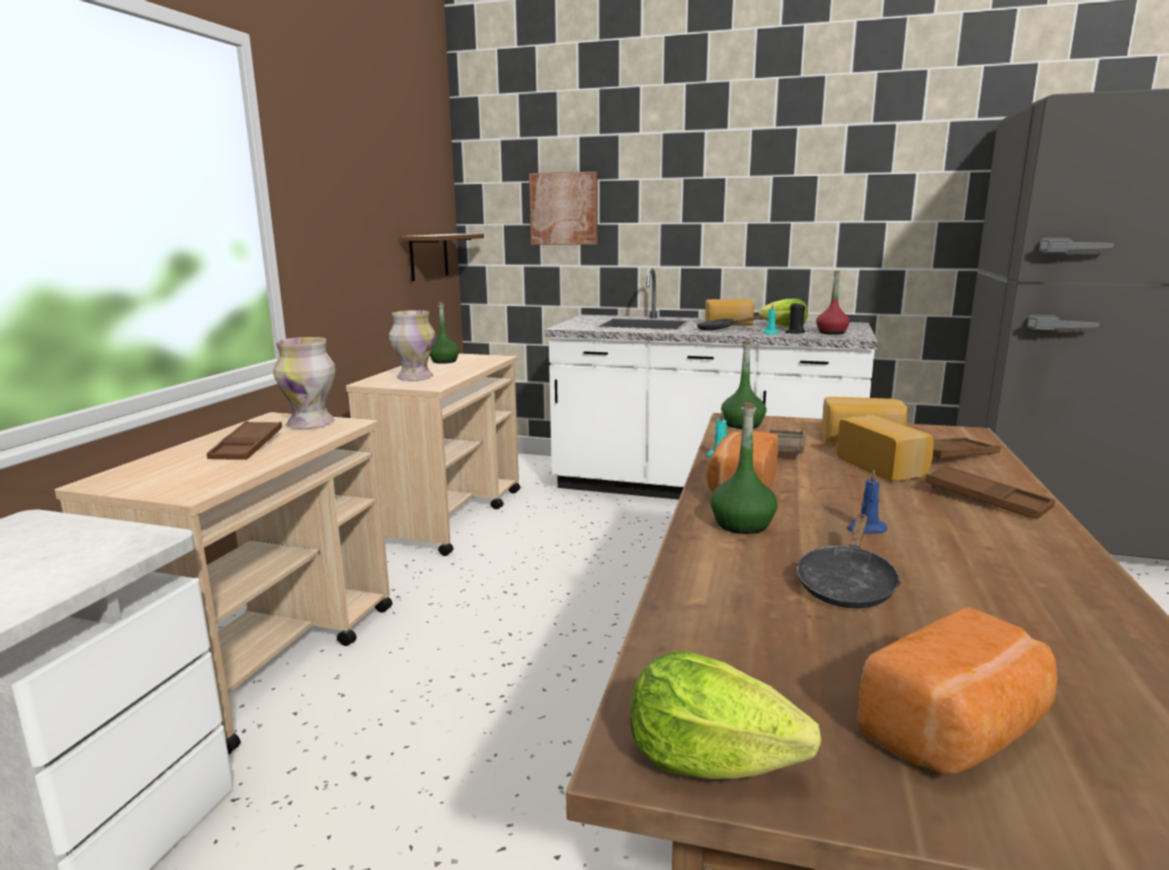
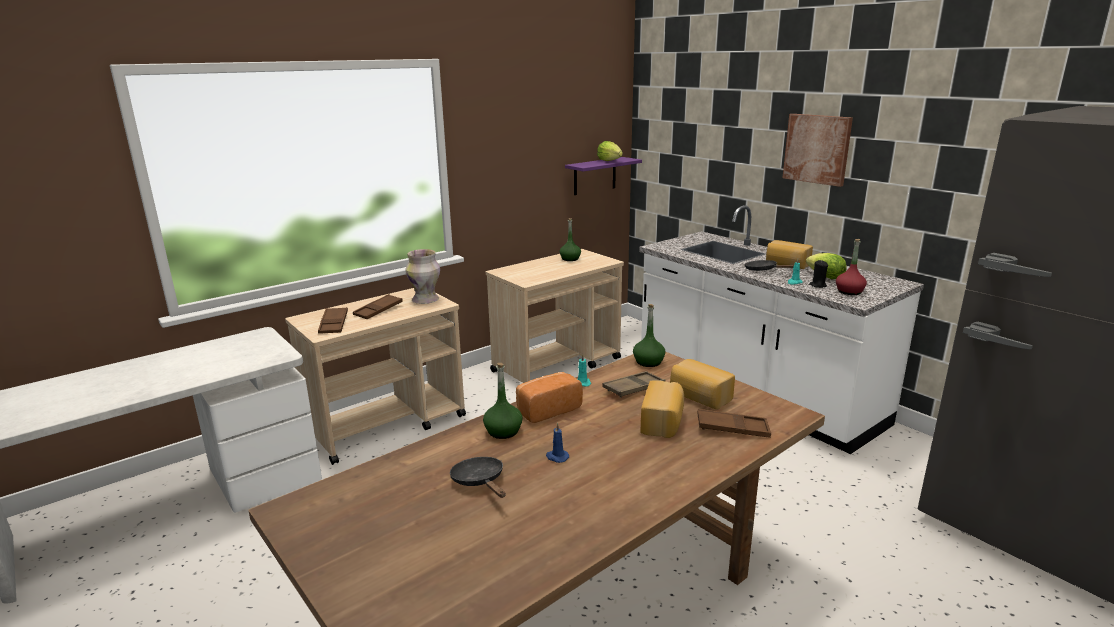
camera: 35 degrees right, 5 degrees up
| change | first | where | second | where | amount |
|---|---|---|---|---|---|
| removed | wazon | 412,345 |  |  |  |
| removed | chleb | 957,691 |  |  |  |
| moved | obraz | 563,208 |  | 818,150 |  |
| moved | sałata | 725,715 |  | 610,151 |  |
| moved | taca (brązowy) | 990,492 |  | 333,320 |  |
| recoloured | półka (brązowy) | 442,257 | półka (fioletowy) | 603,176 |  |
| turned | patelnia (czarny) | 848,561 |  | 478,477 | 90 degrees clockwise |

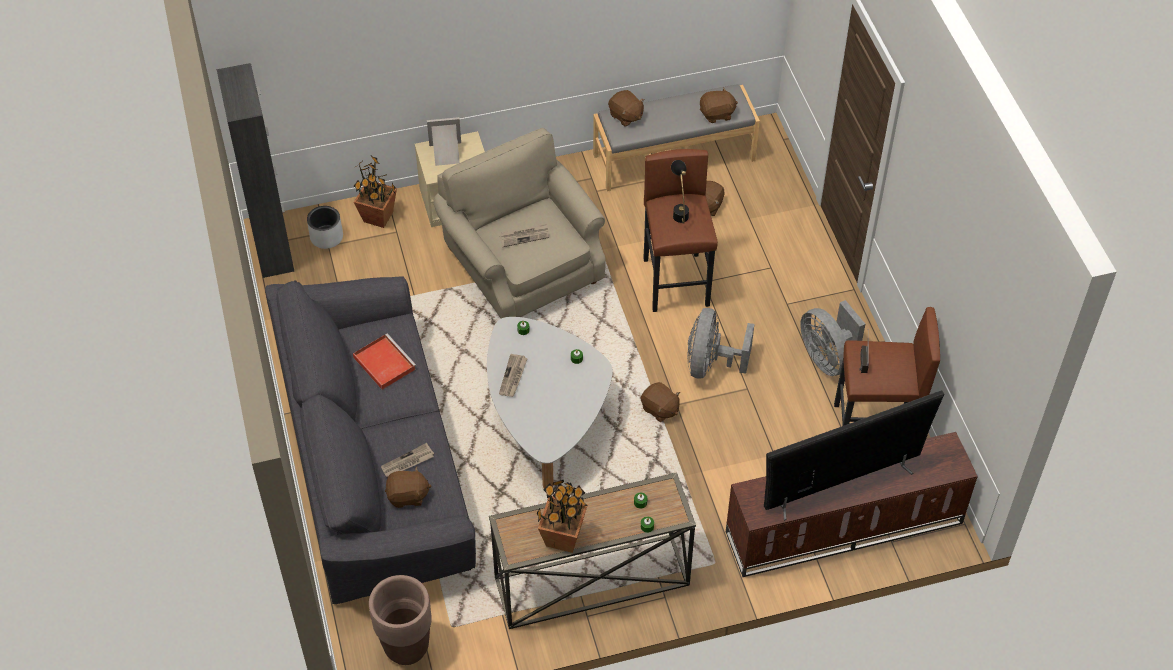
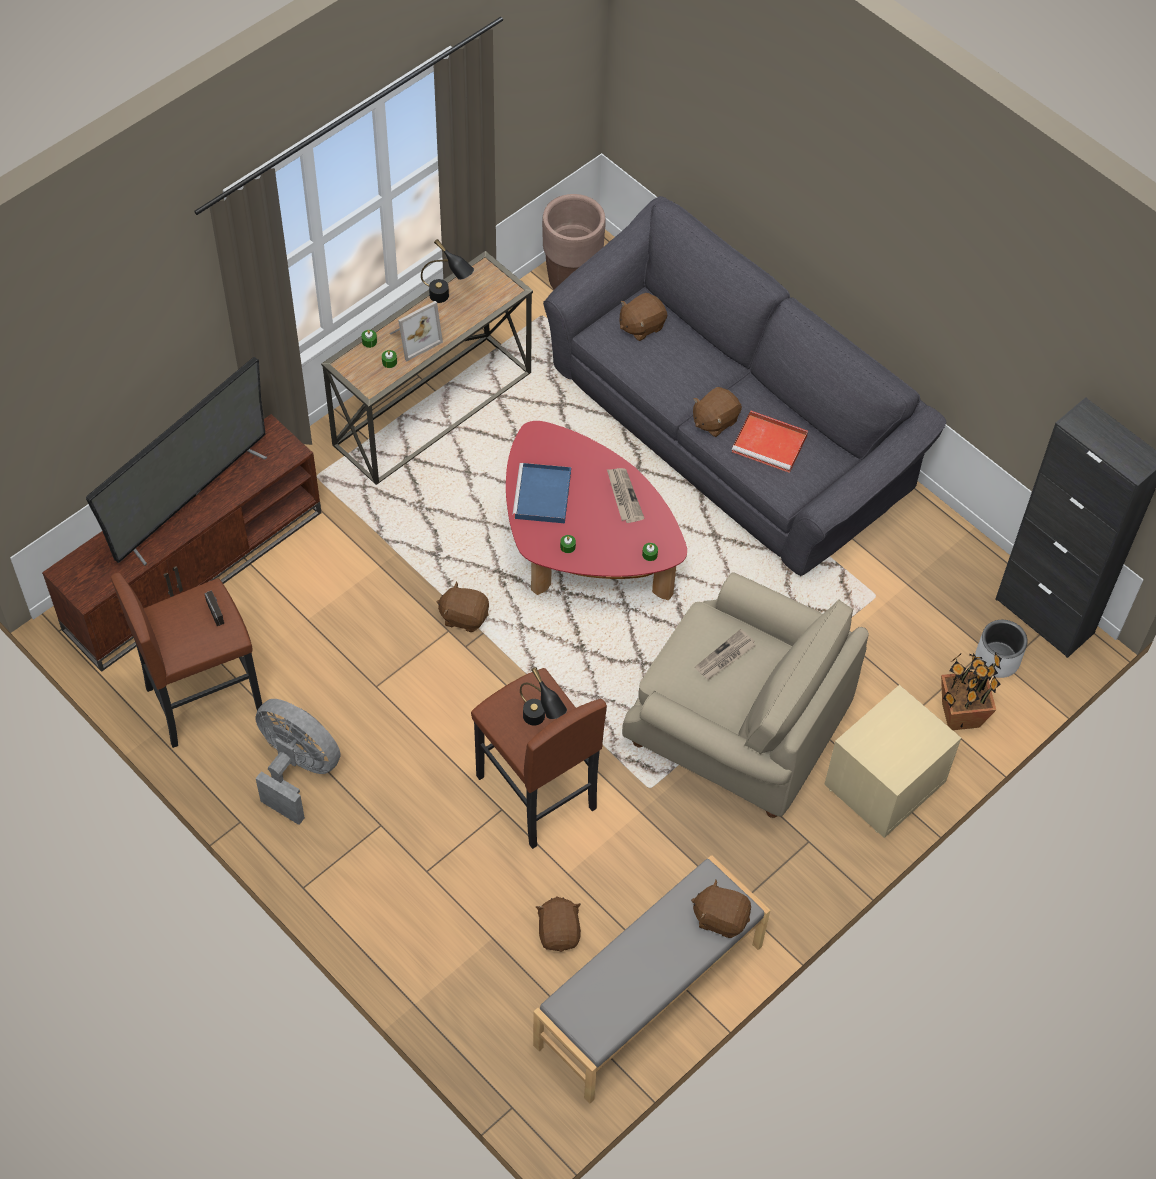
camera: 150 degrees right, 5 degrees up
| change | first | where | second | where | amount |
|---|---|---|---|---|---|
| removed | gazeta | 407,460 |  |  |  |
| removed | wentylator (szary) | 721,343 |  |  |  |
| added |  |  | taca (niebieski) | 541,493 |  |
| moved | ramka na zdjęcie | 444,141 |  | 416,331 |  |
| moved | pluszak (brązowy) | 719,105 |  | 717,412 |  |
| replaced | roślina doniczkowa | 562,516 | lampa stołowa (czarny) | 447,271 |  |
| recoloured | ława (biały) | 550,403 | ława (czerwony) | 596,510 |  |

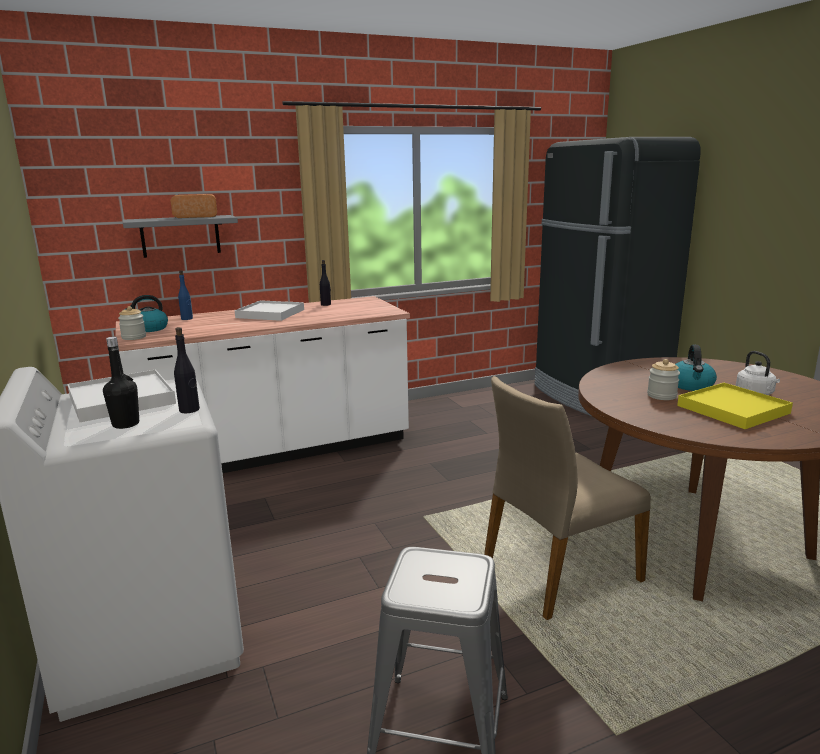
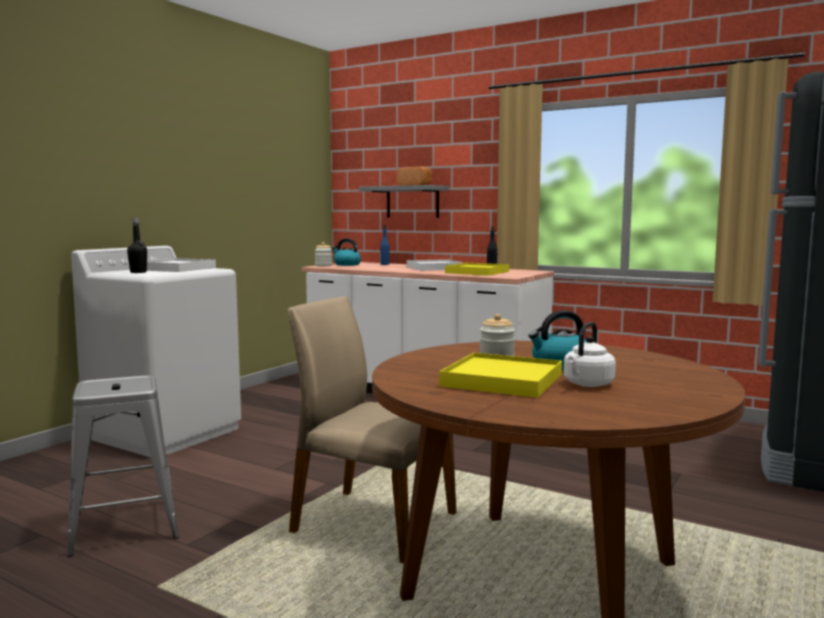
camera: 55 degrees right, 10 degrees down
| change | first | where | second | where | amount |
|---|---|---|---|---|---|
| removed | butelka (czarny) | 187,370 |  |  |  |
| added |  |  | taca (żółty) | 477,269 |  |

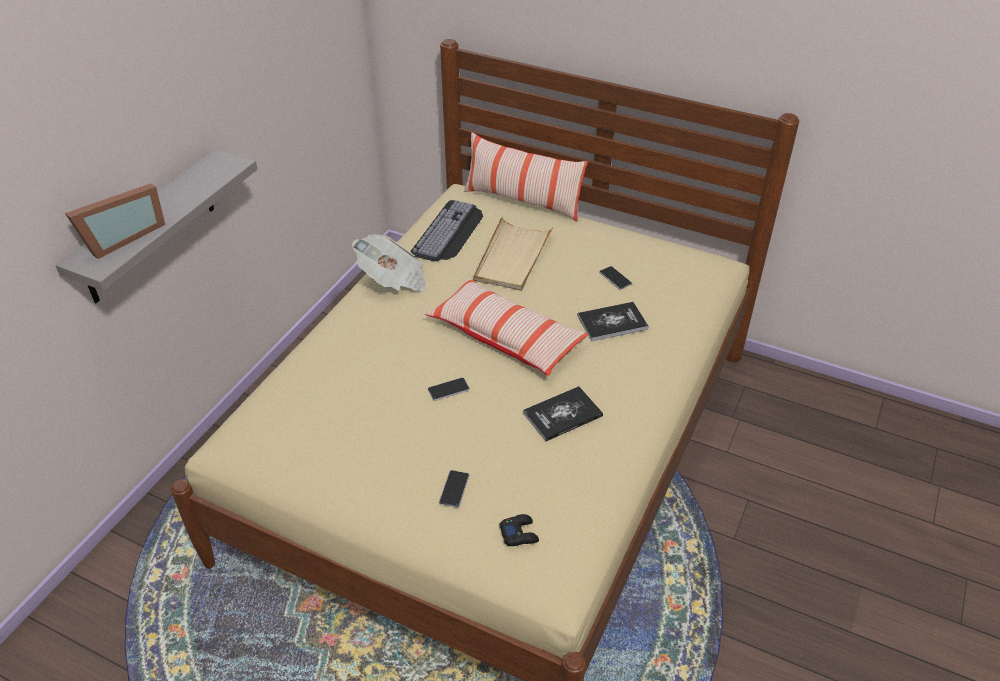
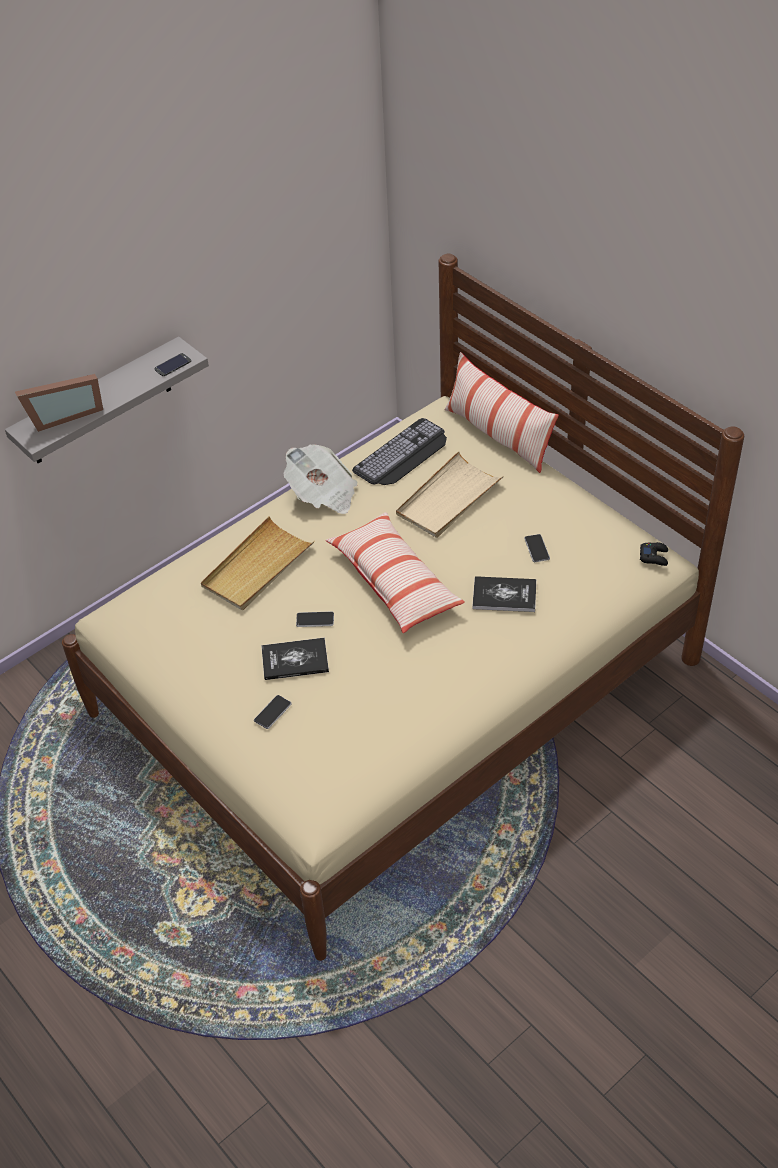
camera: 25 degrees right, 5 degrees up
| change | first | where | second | where | amount |
|---|---|---|---|---|---|
| added |  |  | telefon | 173,364 |  |
| added |  |  | taca (beżowy) | 258,563 |  |
| moved | pad do gier (czarny) | 519,530 |  | 654,554 |  |
| moved | książka | 563,414 |  | 295,658 |  |

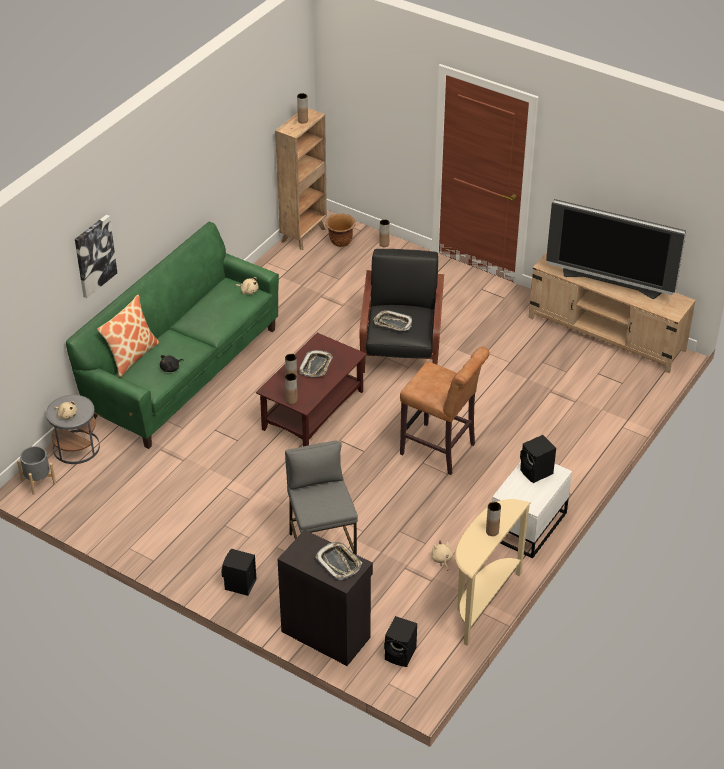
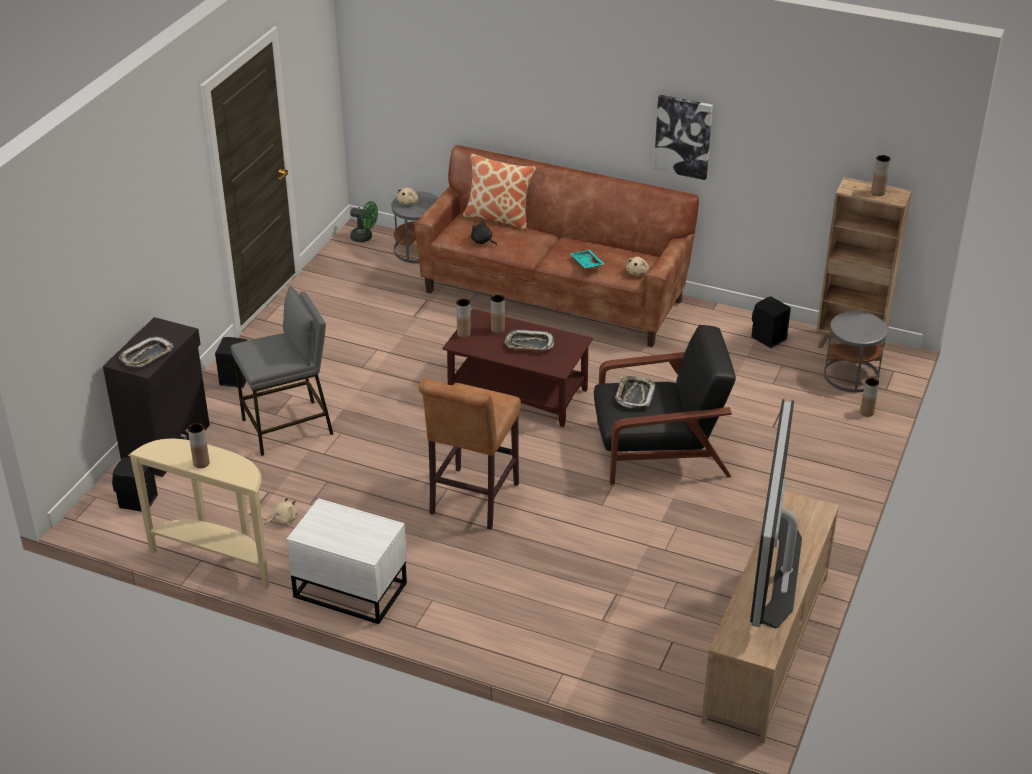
camera: 80 degrees right, 5 degrees down
| change | first | where | second | where | amount |
|---|---|---|---|---|---|
| added |  |  | taca (turkusowy) | 587,259 |  |
| moved | obraz | 96,256 |  | 683,137 |  |
| moved | głośnik (czarny) | 538,459 |  | 771,322 |  |
| replaced | donica (szary) | 36,470 | wentylator (zielony) | 364,221 |  |
| replaced | donica (brązowy) | 341,230 | stolik (szary) | 856,352 |  |
| recoloured | kanapa (zielony) | 172,335 | kanapa (brązowy) | 556,246 |  |

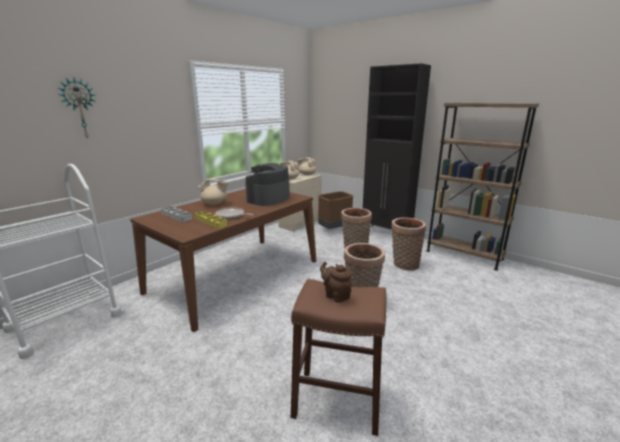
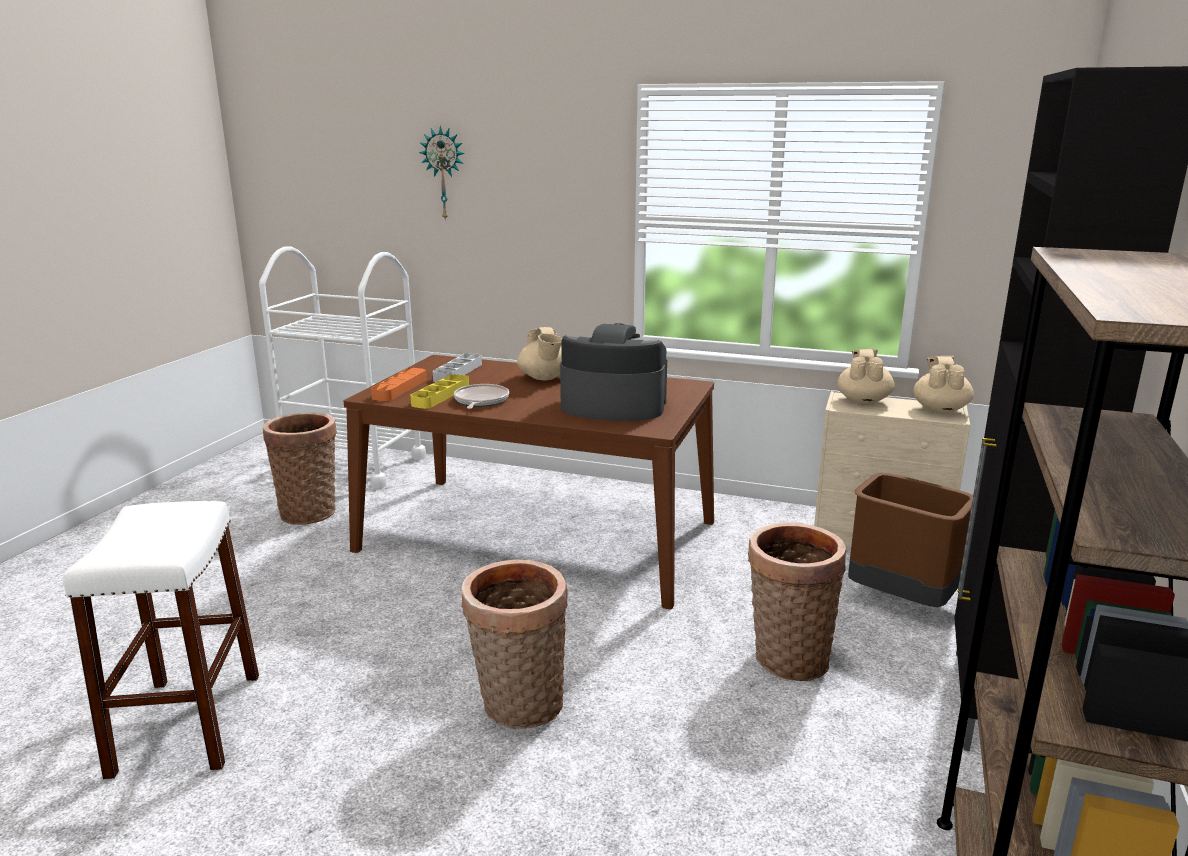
camera: 70 degrees right, 0 degrees up
| change | first | where | second | where | amount |
|---|---|---|---|---|---|
| removed | imbryk (brązowy) | 336,282 |  |  |  |
| added |  |  | taca (pomarańczowy) | 399,384 |  |
| moved | koszyk | 408,244 |  | 300,469 |  |
| recoloured | stołek (brązowy) | 338,357 | stołek (biały) | 161,640 |  |

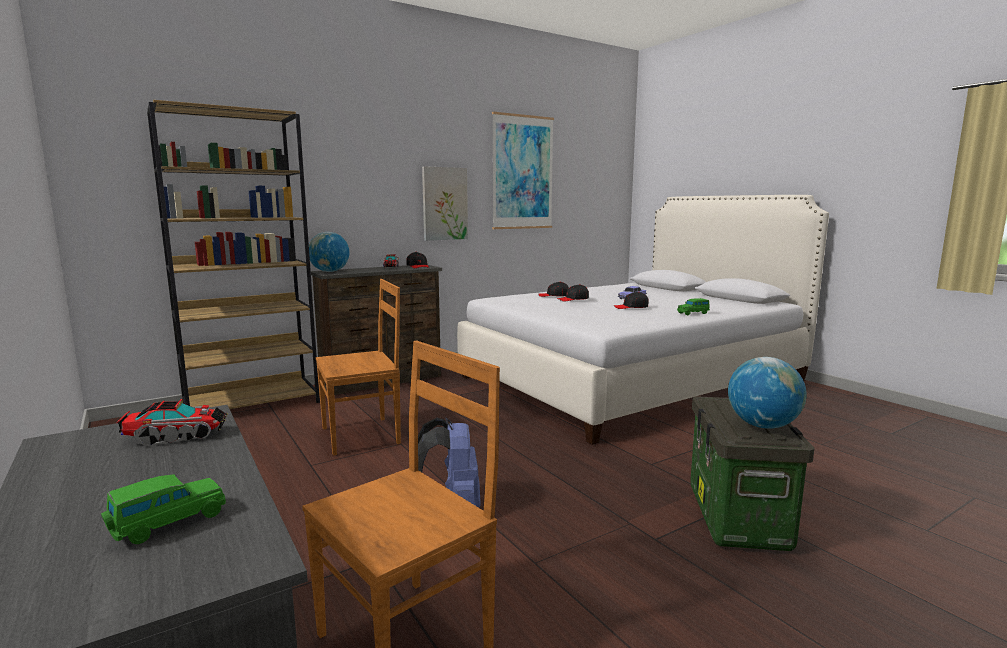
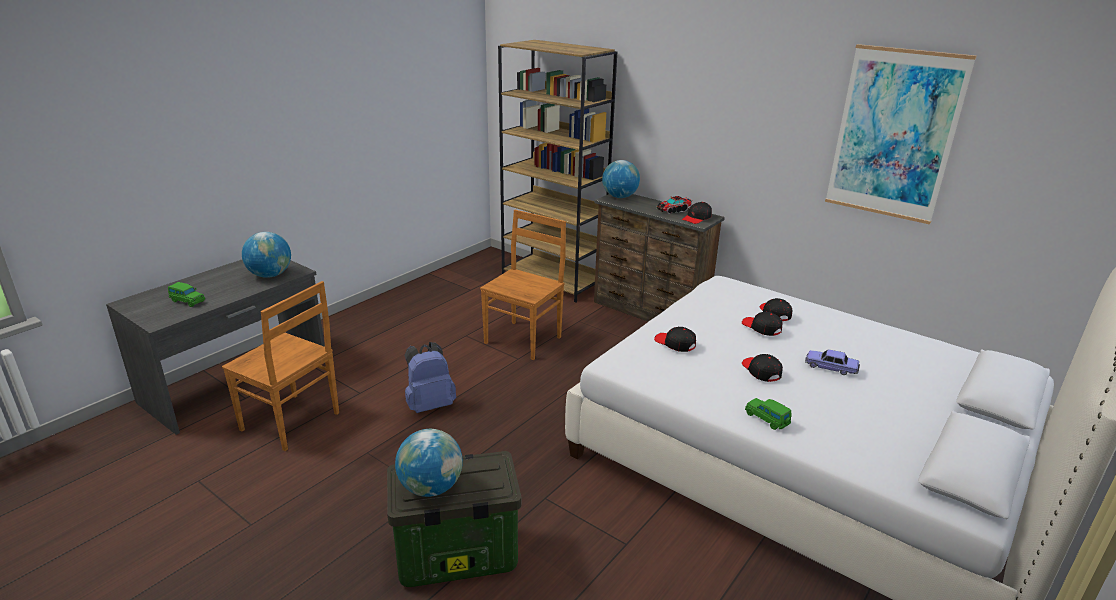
camera: 70 degrees right, 15 degrees up
| change | first | where | second | where | amount |
|---|---|---|---|---|---|
| removed | obraz | 445,203 |  |  |  |
| added |  |  | czapka z daszkiem (czarny) | 675,339 |  |
| replaced | ciężarówka zabawkowa | 171,422 | globus | 266,255 |  |
| turned | krzesło (brązowy) | 358,367 |  | 523,285 | 105 degrees counterclockwise |

